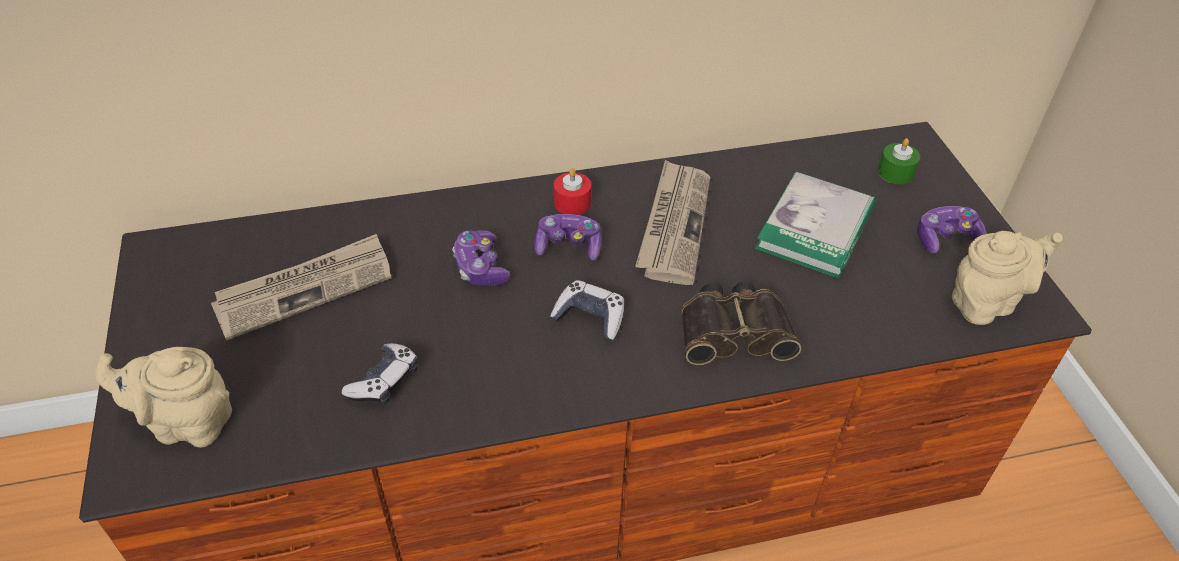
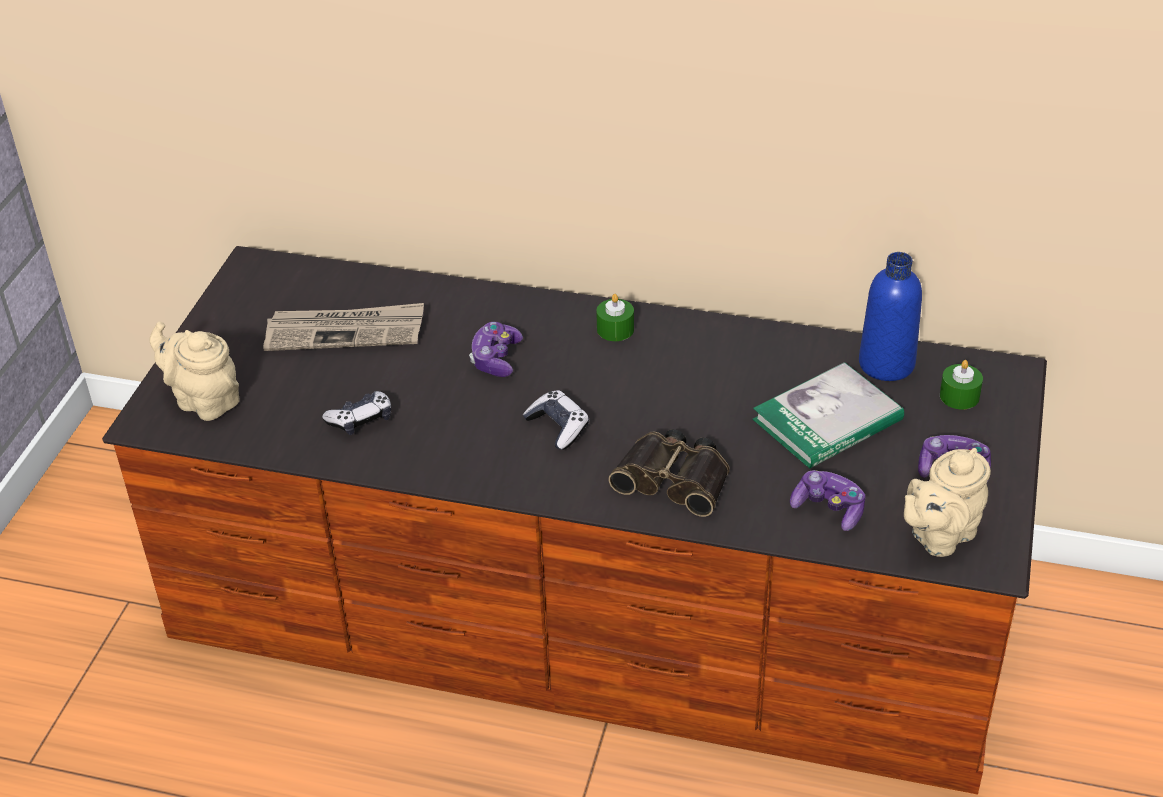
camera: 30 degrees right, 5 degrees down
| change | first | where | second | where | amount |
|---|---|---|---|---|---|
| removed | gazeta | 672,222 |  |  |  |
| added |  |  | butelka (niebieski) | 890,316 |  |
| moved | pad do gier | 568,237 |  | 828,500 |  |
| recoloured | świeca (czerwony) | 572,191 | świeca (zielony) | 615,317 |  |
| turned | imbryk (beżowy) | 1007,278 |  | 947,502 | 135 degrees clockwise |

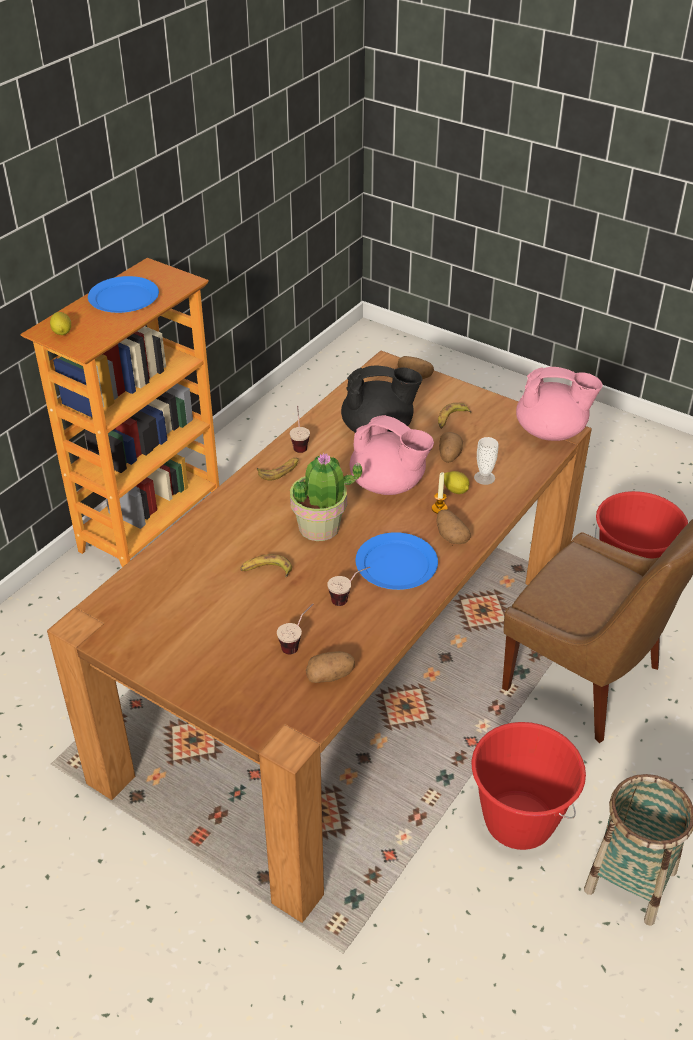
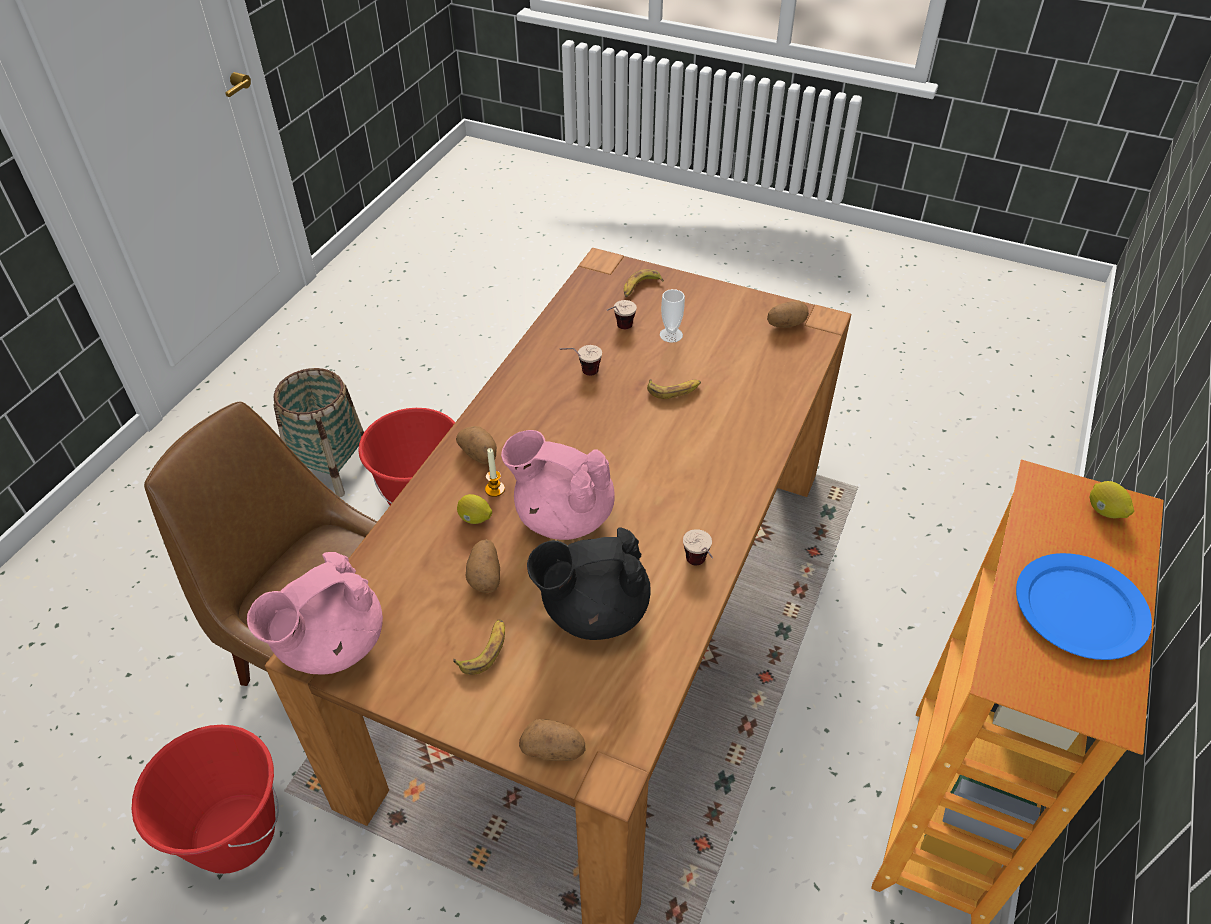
camera: 170 degrees right, 5 degrees up
| change | first | where | second | where | amount |
|---|---|---|---|---|---|
| removed | roślina doniczkowa | 326,497 |  |  |  |
| removed | talerz (niebieski) | 397,561 |  |  |  |
| moved | banan | 278,469 |  | 644,283 |  |
| moved | ziemniak | 330,667 |  | 788,314 |  |
| moved | filiżanka | 486,461 |  | 672,316 |  |
| turned | imbryk (różowy) | 559,404 |  | 315,613 | 45 degrees counterclockwise |

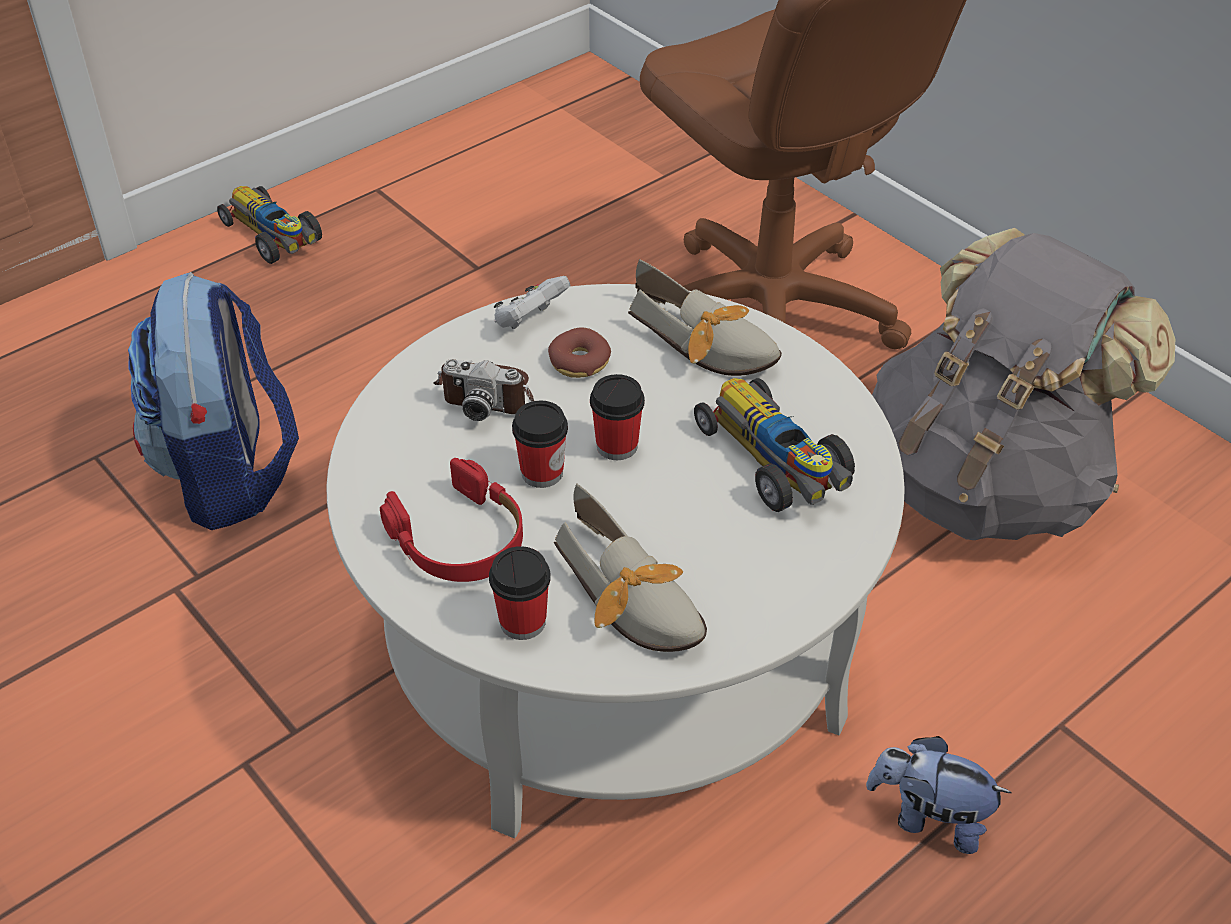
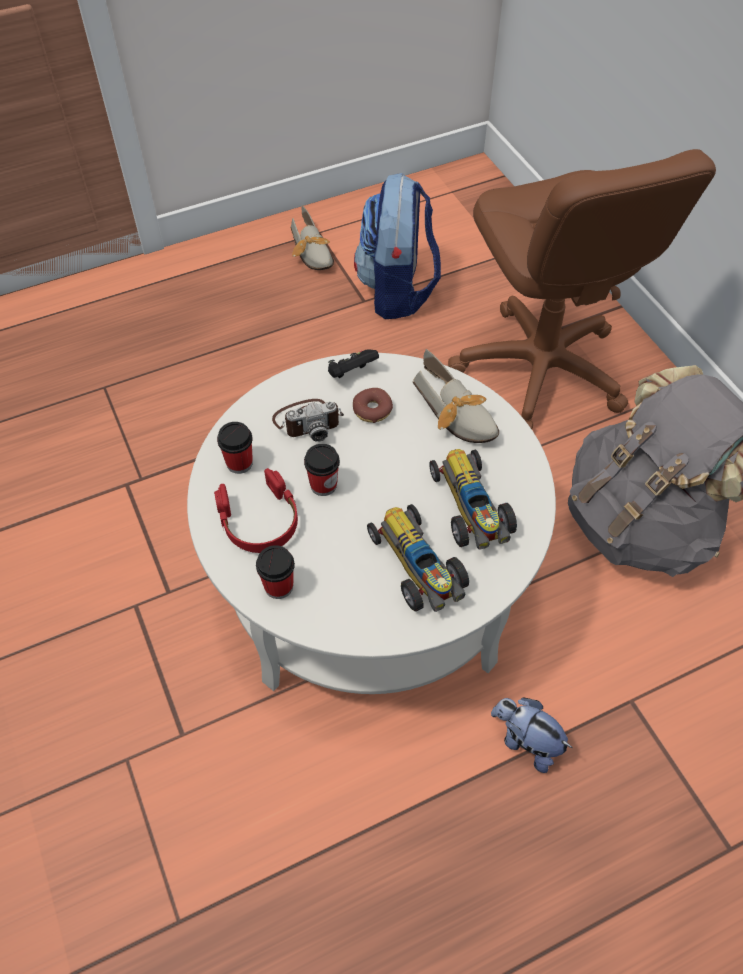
camera: 15 degrees right, 10 degrees up
| change | first | where | second | where | amount |
|---|---|---|---|---|---|
| moved | plecak | 213,401 |  | 397,246 |  |
| moved | samochodzik | 269,225 |  | 418,558 |  |
| moved | but | 630,568 |  | 312,237 |  |
| moved | filiżanka | 617,417 |  | 235,448 |  |
| recoloured | pad do gier (biały) | 532,302 | pad do gier (czarny) | 353,363 |  |
| turned | aparat fotograficzny | 483,390 |  | 308,420 | 45 degrees counterclockwise |

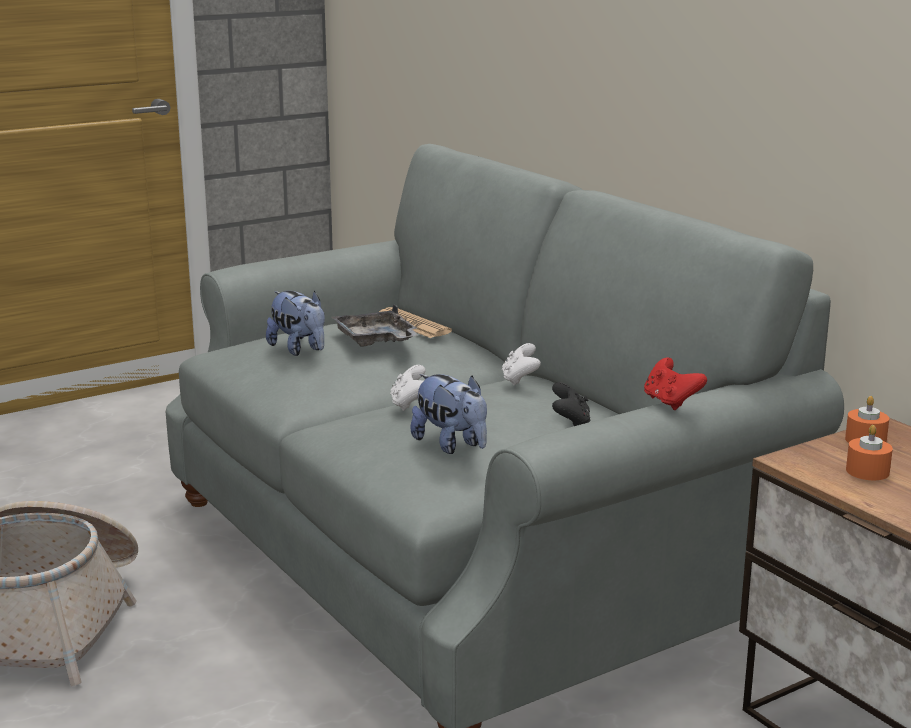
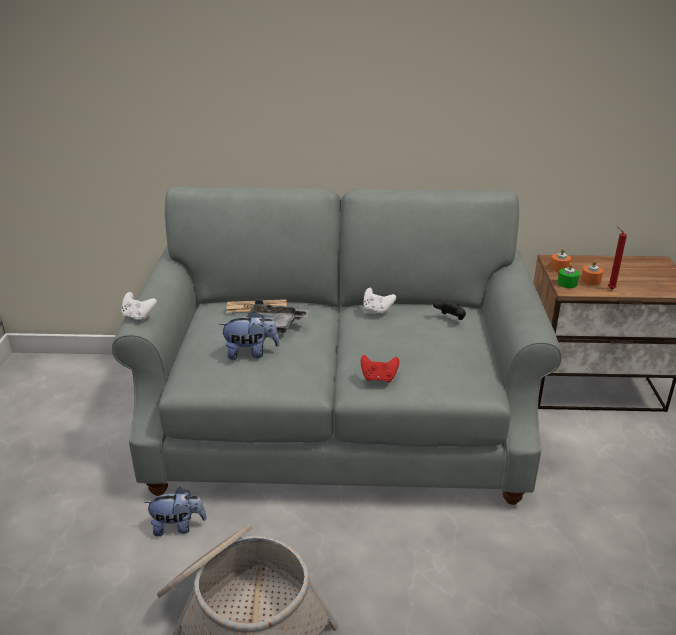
camera: 55 degrees left, 10 degrees up
| change | first | where | second | where | amount |
|---|---|---|---|---|---|
| added |  |  | świeca (zielony) | 568,275 |  |
| added |  |  | świeca (czerwony) | 617,258 |  |
| moved | pad do gier (biały) | 407,388 |  | 139,306 |  |
| moved | pluszak | 448,414 |  | 175,511 |  |
| moved | pad do gier (czerwony) | 675,384 |  | 380,368 |  |

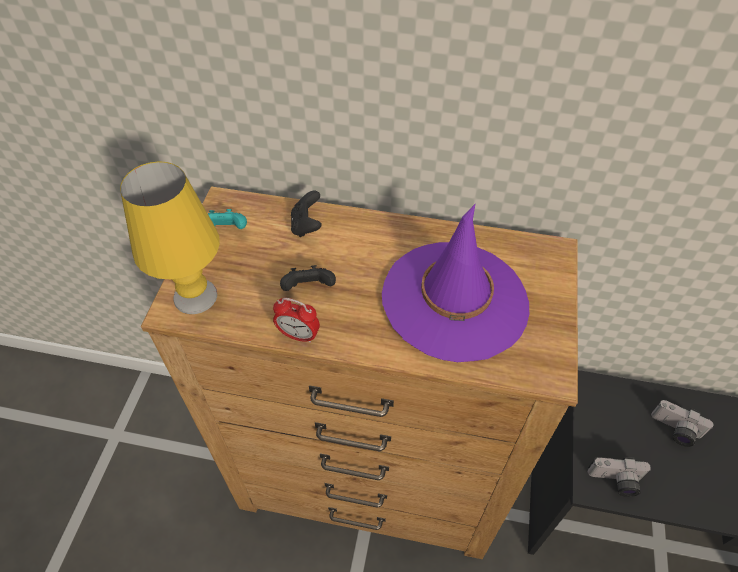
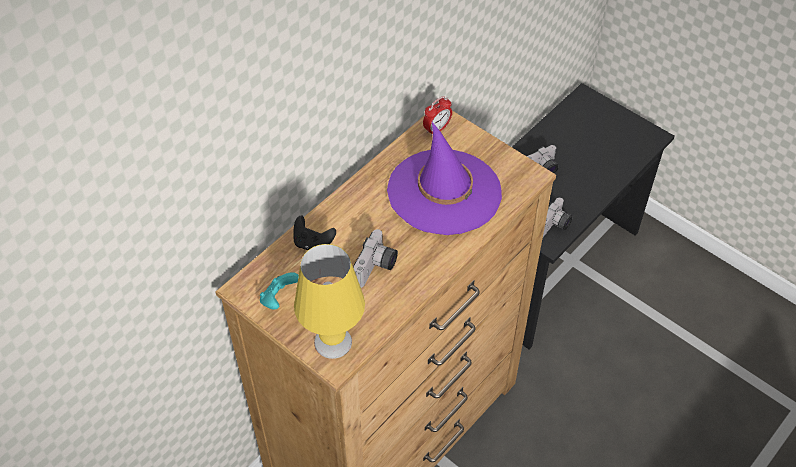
camera: 60 degrees left, 0 degrees up
| change | first | where | second | where | amount |
|---|---|---|---|---|---|
| moved | budzik | 296,320 |  | 437,116 |  |
| replaced | pad do gier (czarny) | 308,278 | aparat fotograficzny | 375,258 |  |

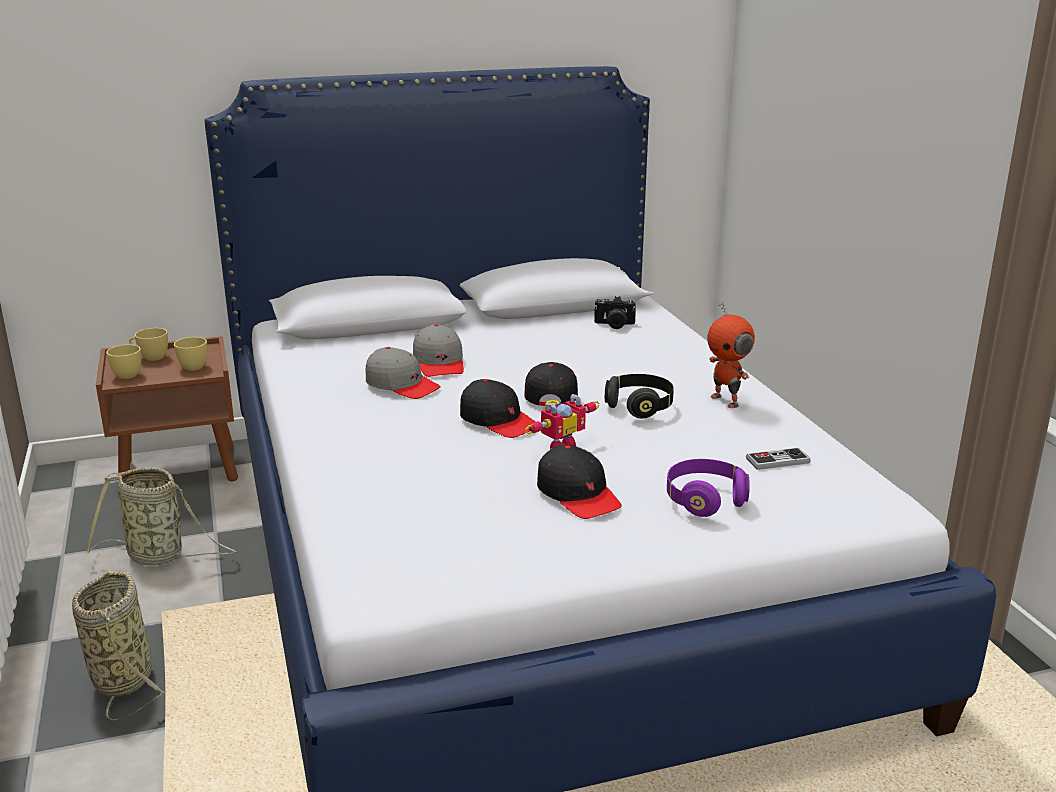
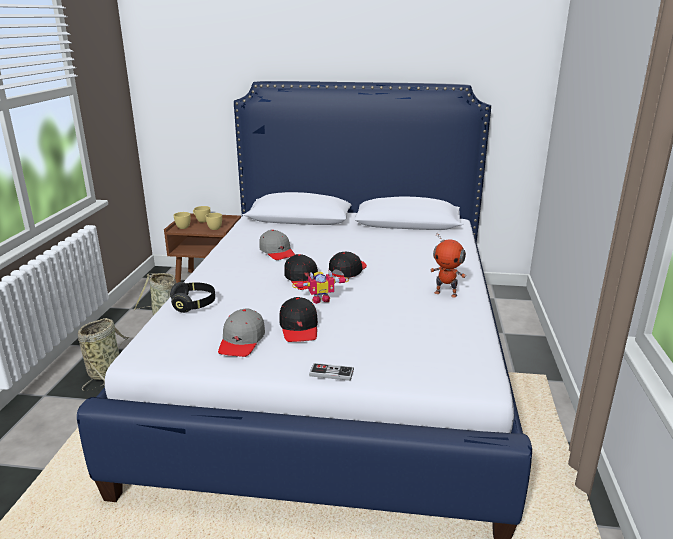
camera: 25 degrees right, 0 degrees up
| change | first | where | second | where | amount |
|---|---|---|---|---|---|
| removed | aparat fotograficzny | 615,312 |  |  |  |
| removed | słuchawki (fioletowy) | 708,488 |  |  |  |
| moved | czapka z daszkiem (szary) | 438,350 |  | 241,332 |  |
| moved | słuchawki (czarny) | 639,396 |  | 192,297 |  |
| moved | pad do gier | 778,458 |  | 331,372 |  |
| turned | robot zabawkowy | 731,355 |  | 448,266 | 60 degrees counterclockwise |

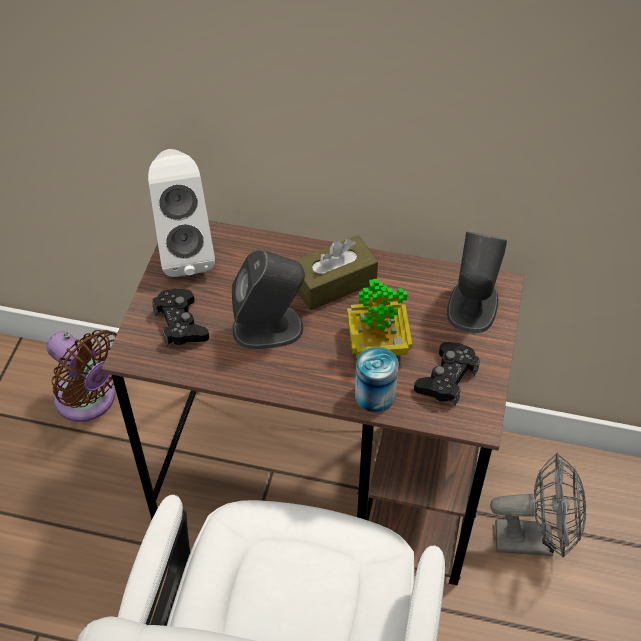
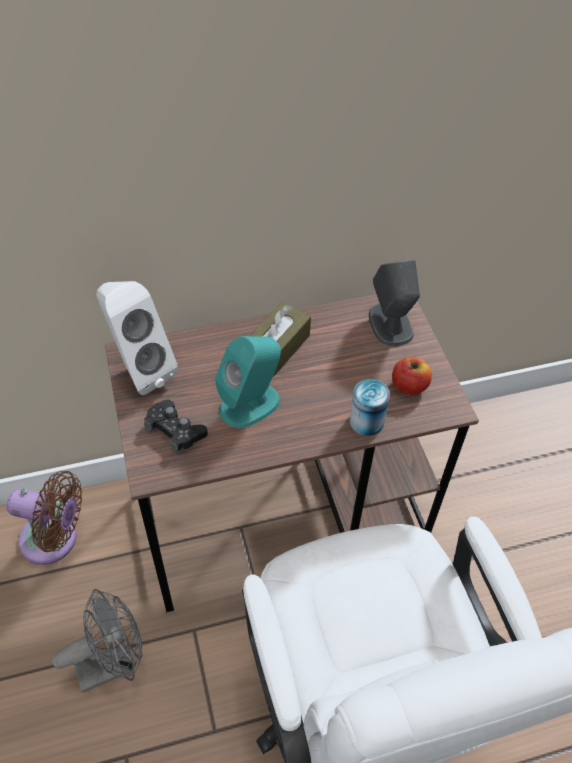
camera: 30 degrees left, 0 degrees up
| change | first | where | second | where | amount |
|---|---|---|---|---|---|
| removed | roślina doniczkowa | 379,318 |  |  |  |
| moved | wentylator (szary) | 538,505 |  | 97,641 |  |
| replaced | pad do gier (czarny) | 447,374 | jabłko | 412,376 |  |
| recoloured | głośnik (szary) | 268,299 | głośnik (turkusowy) | 248,382 |  |

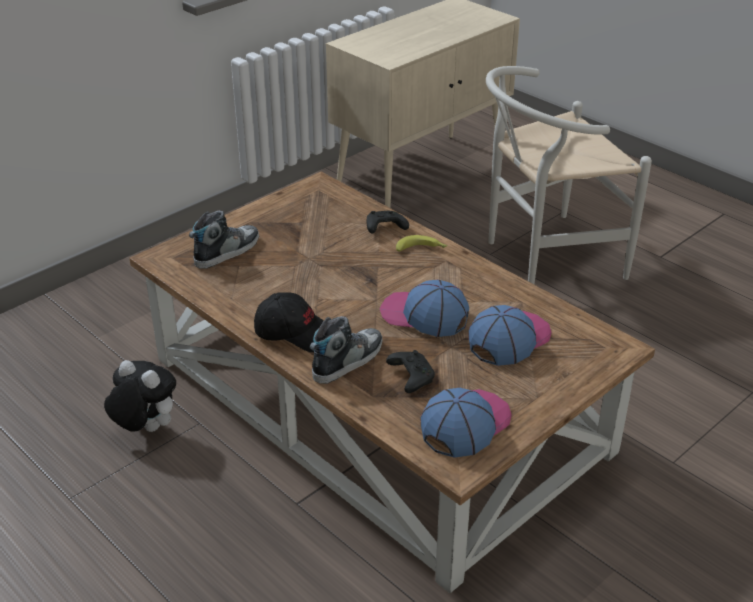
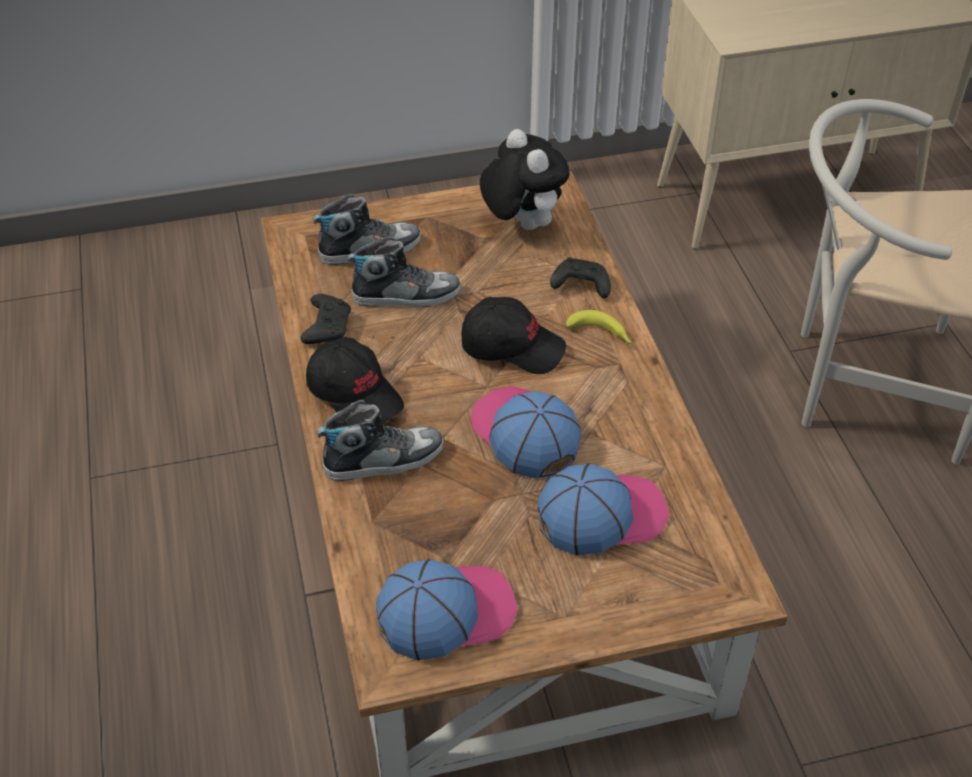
camera: 30 degrees right, 10 degrees up
| change | first | where | second | where | amount |
|---|---|---|---|---|---|
| added |  |  | but | 404,271 |  |
| added |  |  | czapka z daszkiem (czarny) | 513,335 |  |
| moved | pluszak | 140,396 |  | 524,179 |  |
| moved | pad do gier (czarny) | 410,371 |  | 326,319 |  |

